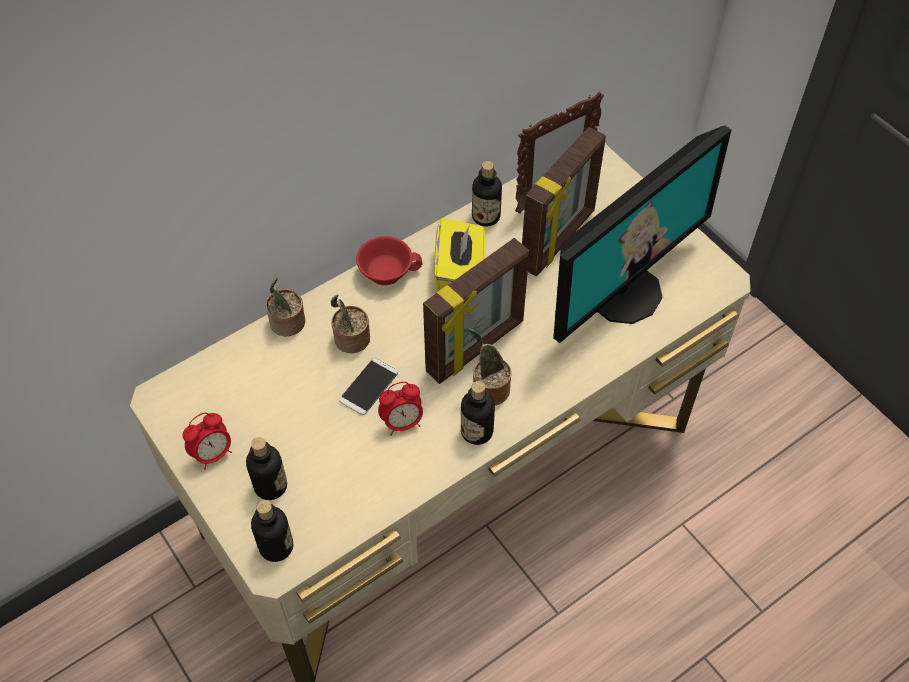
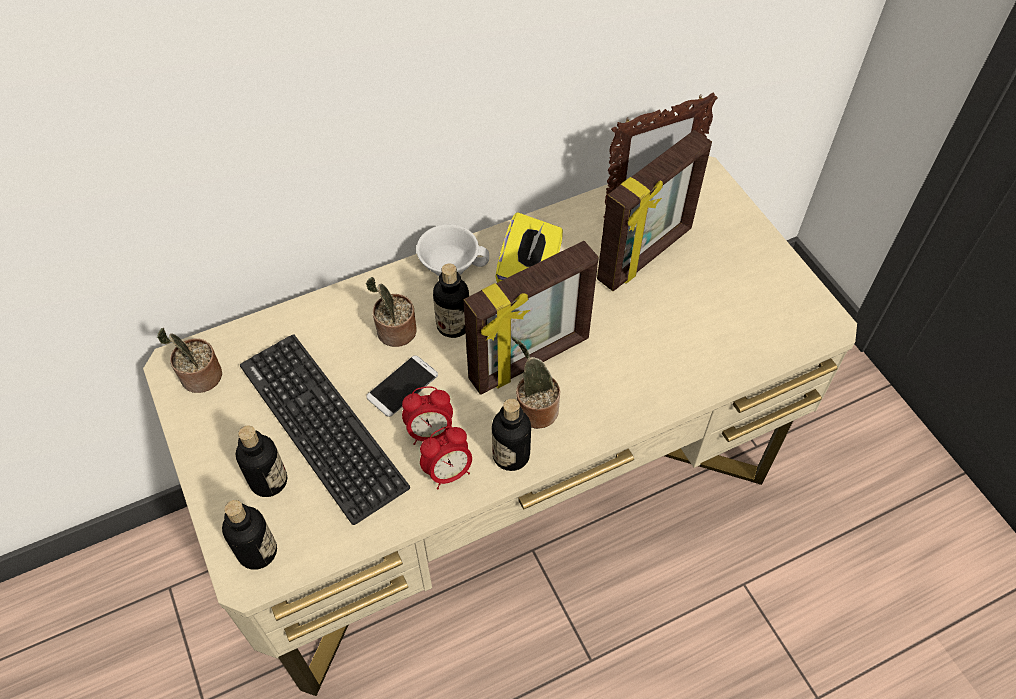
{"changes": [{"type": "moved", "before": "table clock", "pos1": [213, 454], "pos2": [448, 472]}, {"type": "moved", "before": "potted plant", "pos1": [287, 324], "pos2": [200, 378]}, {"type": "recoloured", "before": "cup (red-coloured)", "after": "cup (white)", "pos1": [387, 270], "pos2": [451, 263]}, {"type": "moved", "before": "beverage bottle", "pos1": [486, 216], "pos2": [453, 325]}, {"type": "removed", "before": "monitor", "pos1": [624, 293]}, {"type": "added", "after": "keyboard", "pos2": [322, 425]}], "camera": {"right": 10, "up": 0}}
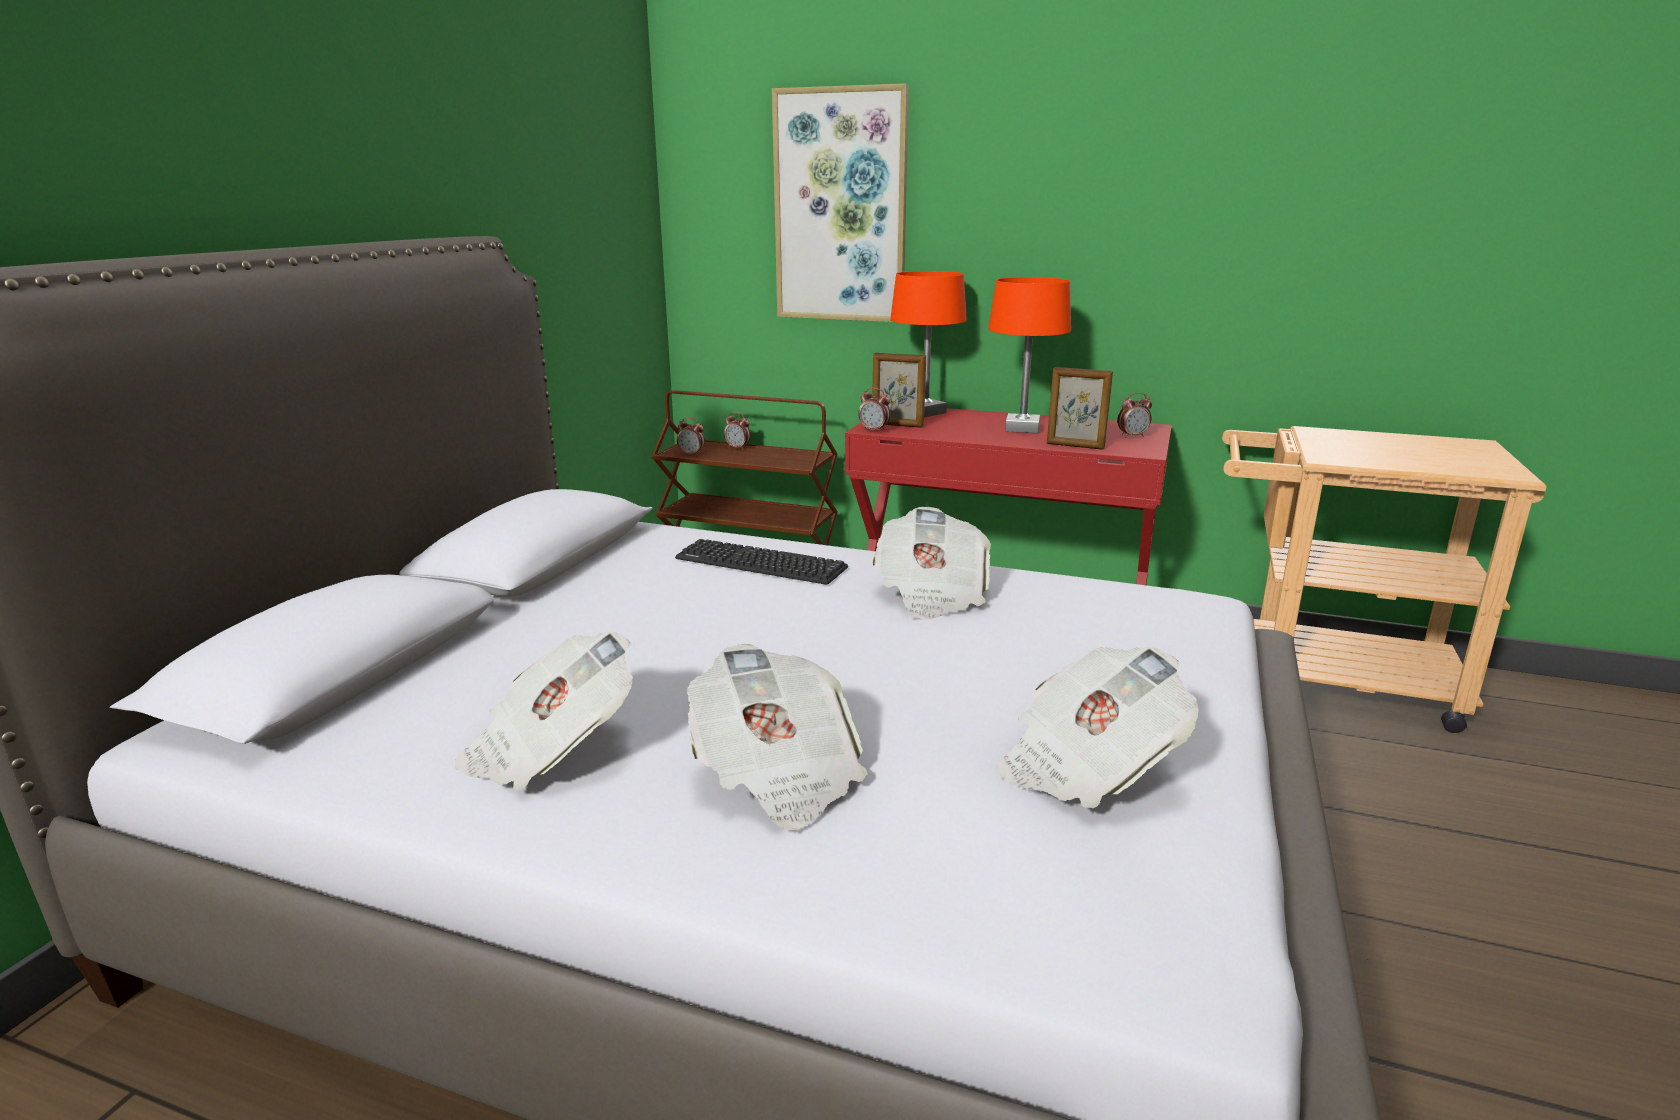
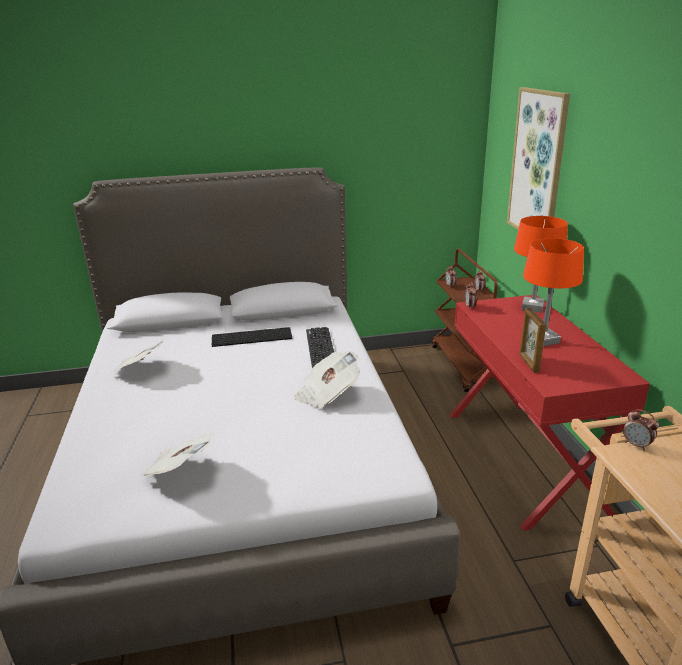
{"changes": [{"type": "removed", "before": "printed paper", "pos1": [778, 775]}, {"type": "removed", "before": "standing frame", "pos1": [897, 425]}, {"type": "moved", "before": "table clock", "pos1": [1132, 436], "pos2": [636, 445]}, {"type": "added", "after": "keyboard", "pos2": [252, 336]}], "camera": {"right": 60, "up": 5}}
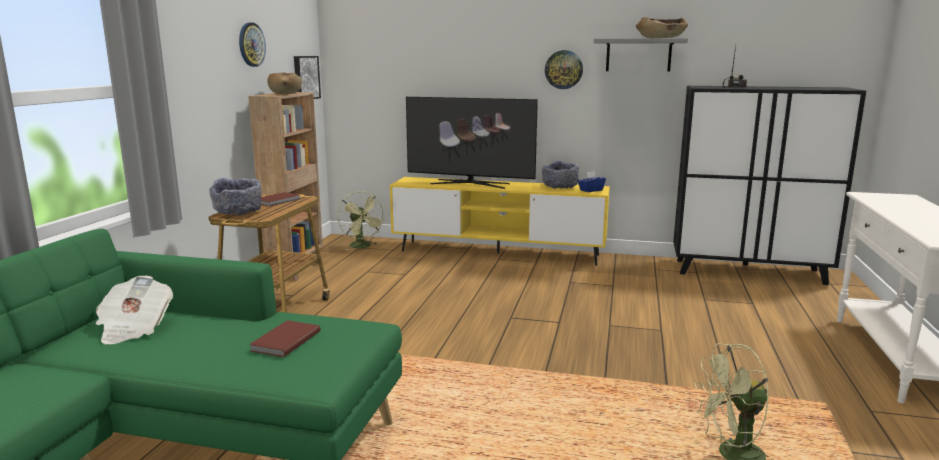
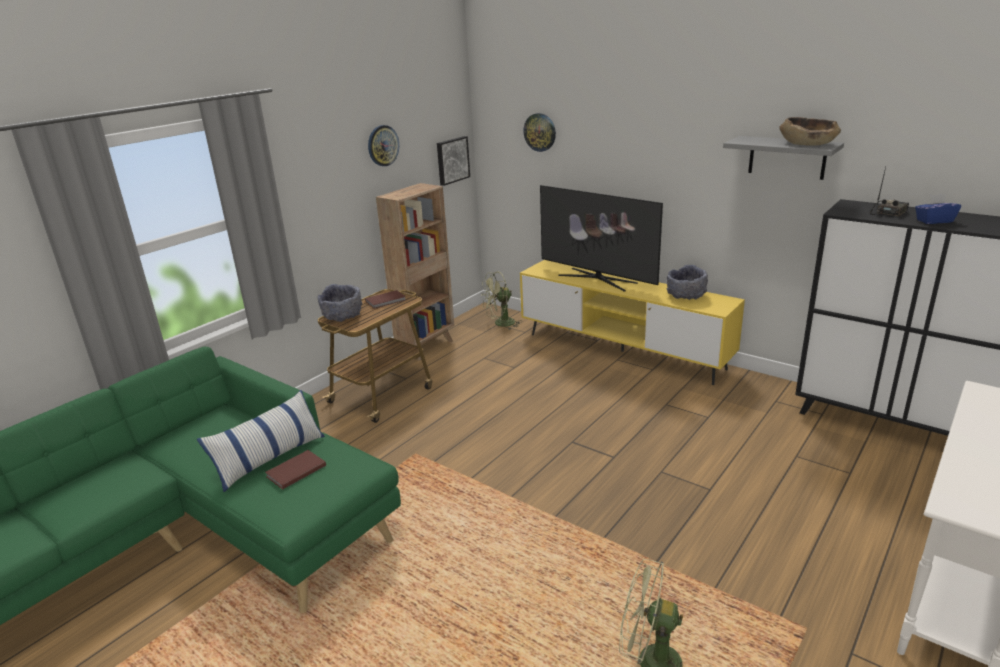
{"changes": [{"type": "removed", "before": "printed paper", "pos1": [134, 328]}, {"type": "removed", "before": "serving bowl (brownish)", "pos1": [285, 93]}, {"type": "turned", "before": "cooling fan (greenish)", "pos1": [362, 247], "pos2": [500, 324], "turn": 75}, {"type": "moved", "before": "hanging clock", "pos1": [563, 69], "pos2": [540, 132]}, {"type": "moved", "before": "box of tissues (bluish)", "pos1": [591, 190], "pos2": [934, 221]}, {"type": "added", "after": "throw pillow", "pos2": [270, 458]}], "camera": {"right": 25, "up": 10}}
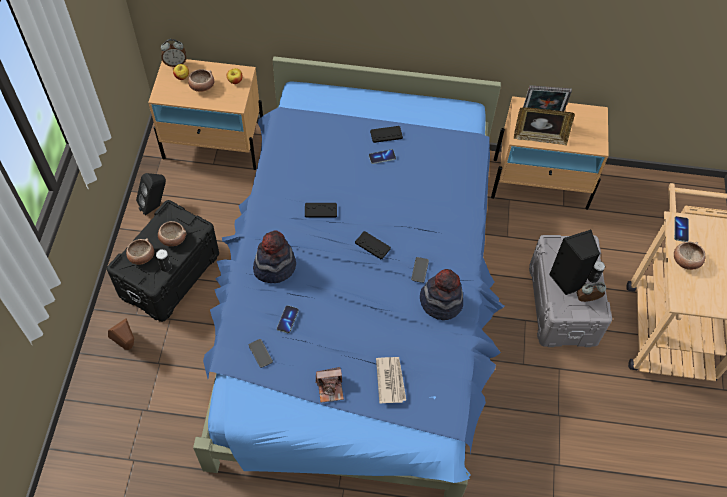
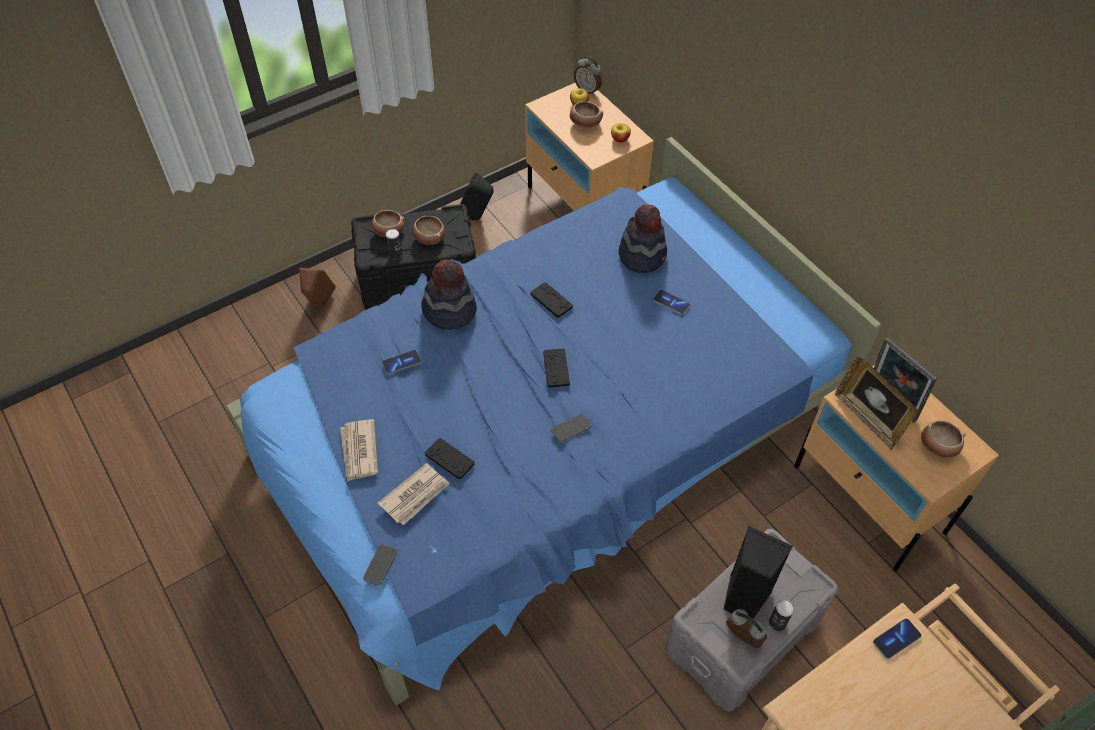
{"changes": [{"type": "moved", "before": "phone", "pos1": [260, 353], "pos2": [380, 565]}, {"type": "replaced", "before": "still camera", "after": "printed paper", "pos1": [330, 388], "pos2": [359, 451]}, {"type": "moved", "before": "joypad (black-coloured)", "pos1": [386, 134], "pos2": [449, 459]}, {"type": "moved", "before": "clothing hat", "pos1": [441, 302], "pos2": [642, 255]}, {"type": "moved", "before": "serving bowl", "pos1": [685, 261], "pos2": [937, 446]}], "camera": {"right": 50, "up": -5}}
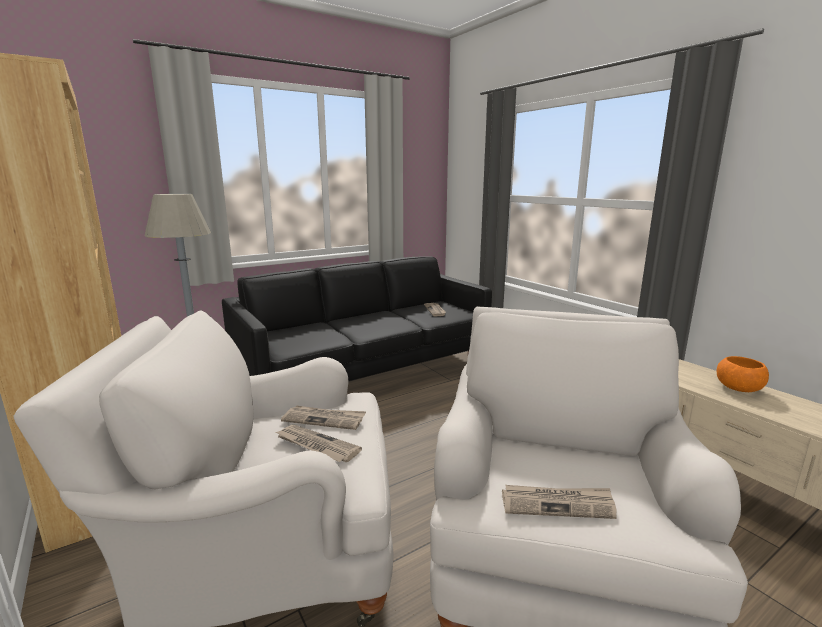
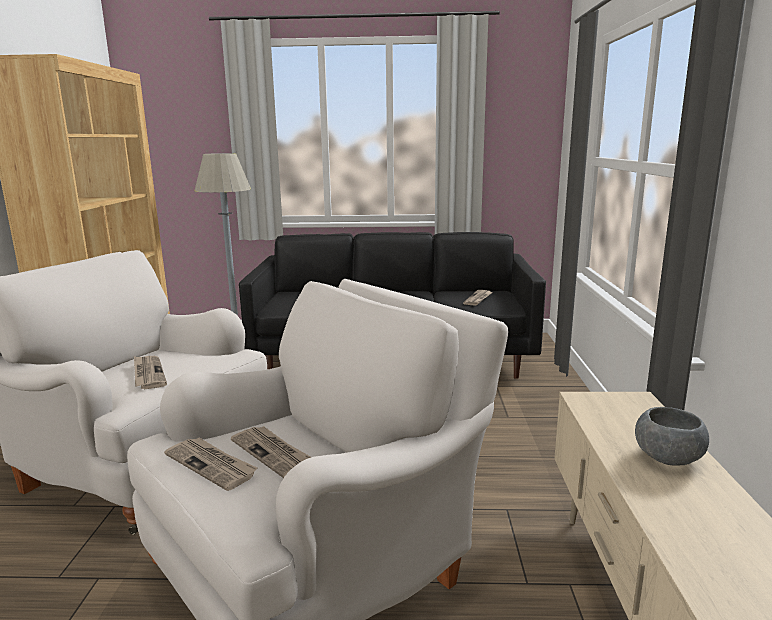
{"changes": [{"type": "moved", "before": "printed paper", "pos1": [324, 419], "pos2": [273, 453]}, {"type": "recoloured", "before": "serving bowl (orange)", "after": "serving bowl (gray)", "pos1": [738, 388], "pos2": [668, 458]}], "camera": {"right": 35, "up": 0}}
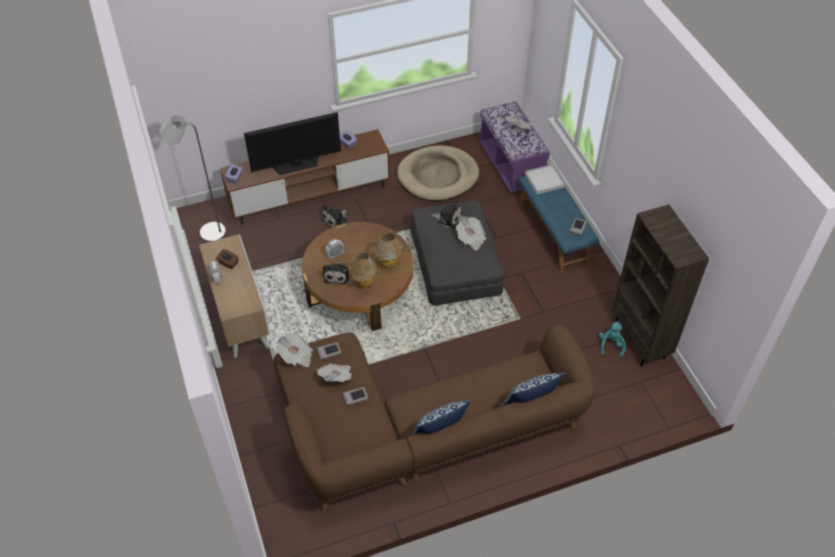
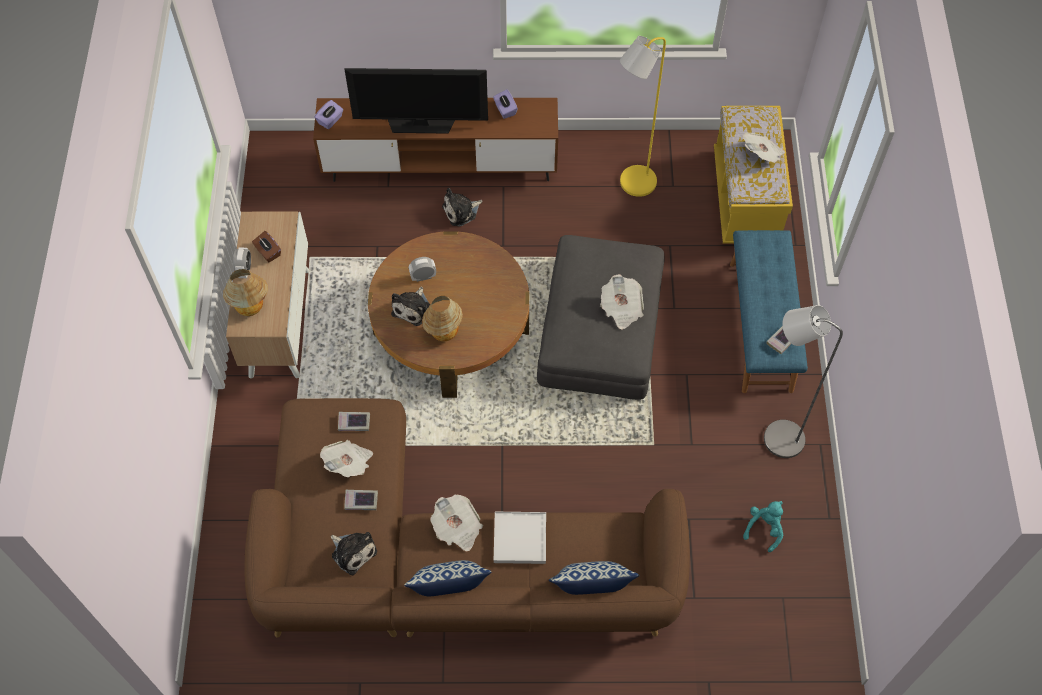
{"changes": [{"type": "moved", "before": "standing lamp (gray)", "pos1": [207, 232], "pos2": [776, 436]}, {"type": "moved", "before": "printed paper", "pos1": [296, 356], "pos2": [457, 528]}, {"type": "moved", "before": "table lamp", "pos1": [389, 264], "pos2": [251, 308]}, {"type": "replaced", "before": "dog bed (beige-coloured)", "after": "standing lamp (yellow)", "pos1": [438, 176], "pos2": [632, 185]}, {"type": "moved", "before": "plush toy", "pos1": [448, 218], "pos2": [352, 551]}, {"type": "recoloured", "before": "long seat (purple)", "after": "long seat (yellow)", "pos1": [511, 165], "pos2": [745, 198]}, {"type": "moved", "before": "tray (white)", "pos1": [544, 180], "pos2": [520, 539]}, {"type": "removed", "before": "bookshelf (brownish)", "pos1": [640, 341]}], "camera": {"right": 20, "up": 10}}
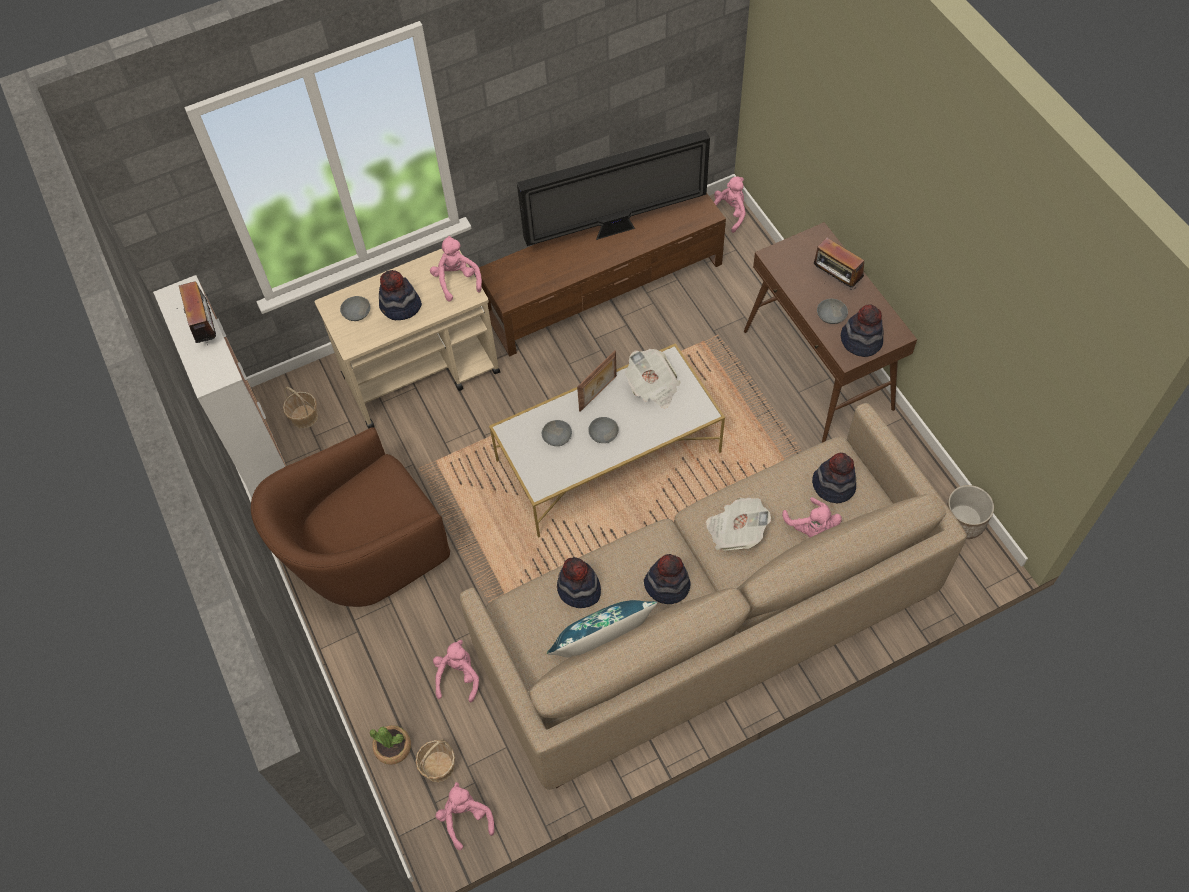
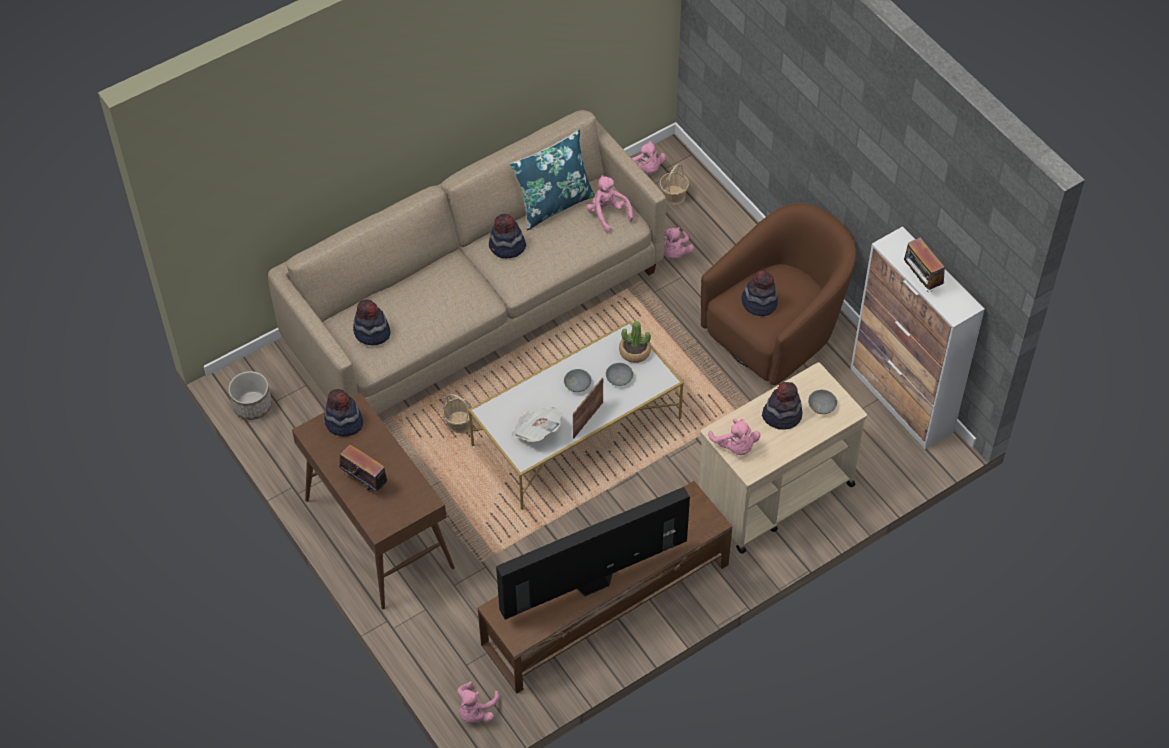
{"changes": [{"type": "moved", "before": "storage basket", "pos1": [304, 417], "pos2": [459, 422]}, {"type": "moved", "before": "potted plant", "pos1": [393, 747], "pos2": [634, 351]}, {"type": "moved", "before": "clothing hat", "pos1": [578, 590], "pos2": [759, 303]}, {"type": "removed", "before": "printed paper", "pos1": [735, 531]}, {"type": "moved", "before": "plush toy (pink)", "pos1": [812, 529], "pos2": [608, 214]}, {"type": "removed", "before": "serving bowl (gray)", "pos1": [832, 316]}], "camera": {"right": 170, "up": -5}}
